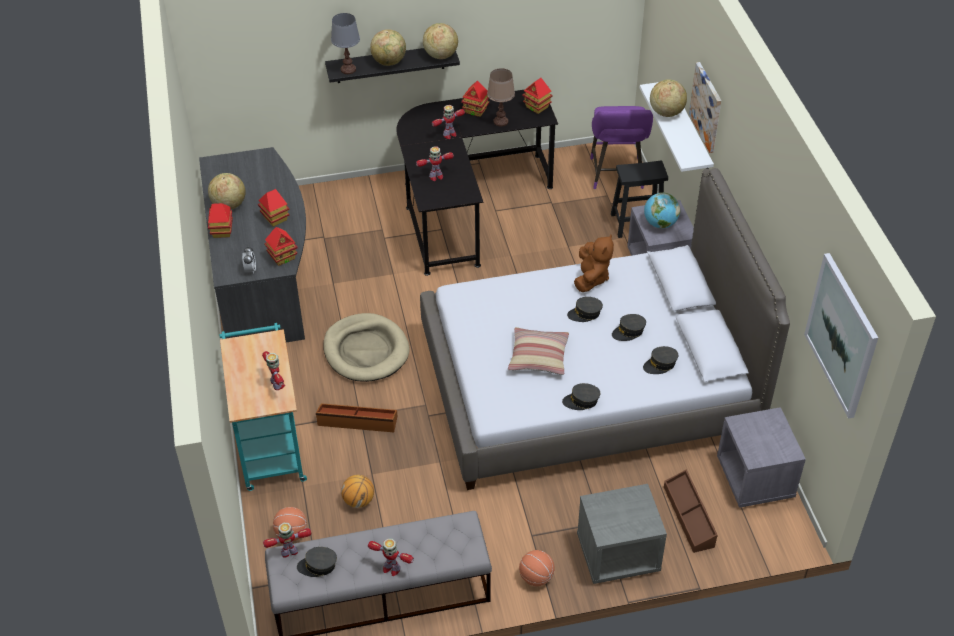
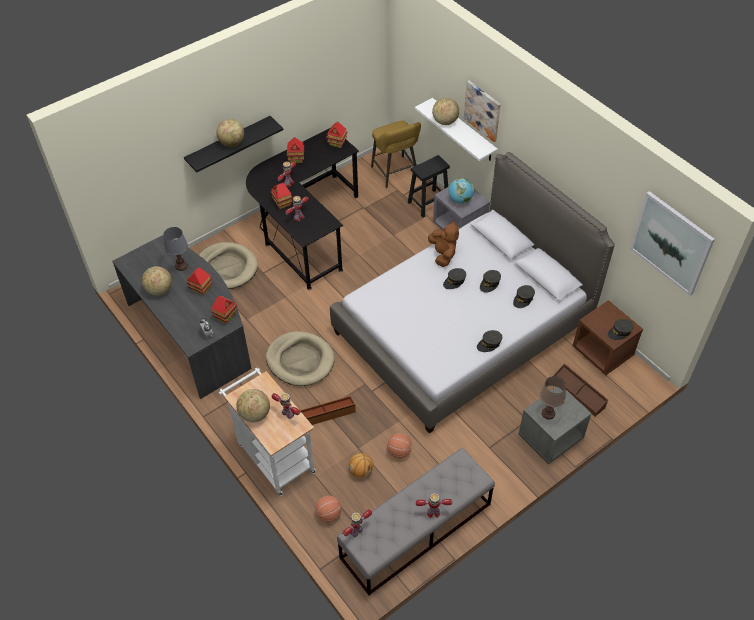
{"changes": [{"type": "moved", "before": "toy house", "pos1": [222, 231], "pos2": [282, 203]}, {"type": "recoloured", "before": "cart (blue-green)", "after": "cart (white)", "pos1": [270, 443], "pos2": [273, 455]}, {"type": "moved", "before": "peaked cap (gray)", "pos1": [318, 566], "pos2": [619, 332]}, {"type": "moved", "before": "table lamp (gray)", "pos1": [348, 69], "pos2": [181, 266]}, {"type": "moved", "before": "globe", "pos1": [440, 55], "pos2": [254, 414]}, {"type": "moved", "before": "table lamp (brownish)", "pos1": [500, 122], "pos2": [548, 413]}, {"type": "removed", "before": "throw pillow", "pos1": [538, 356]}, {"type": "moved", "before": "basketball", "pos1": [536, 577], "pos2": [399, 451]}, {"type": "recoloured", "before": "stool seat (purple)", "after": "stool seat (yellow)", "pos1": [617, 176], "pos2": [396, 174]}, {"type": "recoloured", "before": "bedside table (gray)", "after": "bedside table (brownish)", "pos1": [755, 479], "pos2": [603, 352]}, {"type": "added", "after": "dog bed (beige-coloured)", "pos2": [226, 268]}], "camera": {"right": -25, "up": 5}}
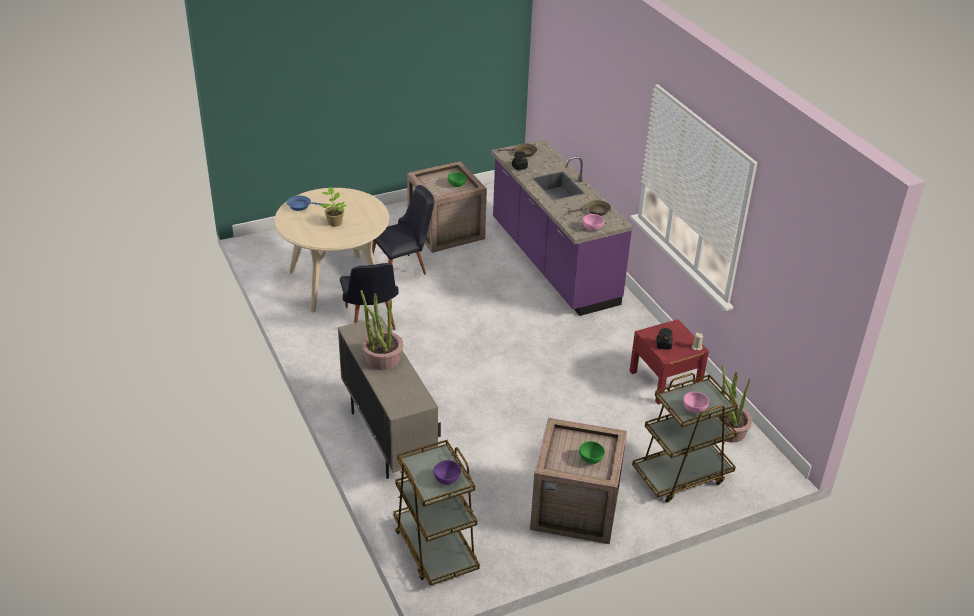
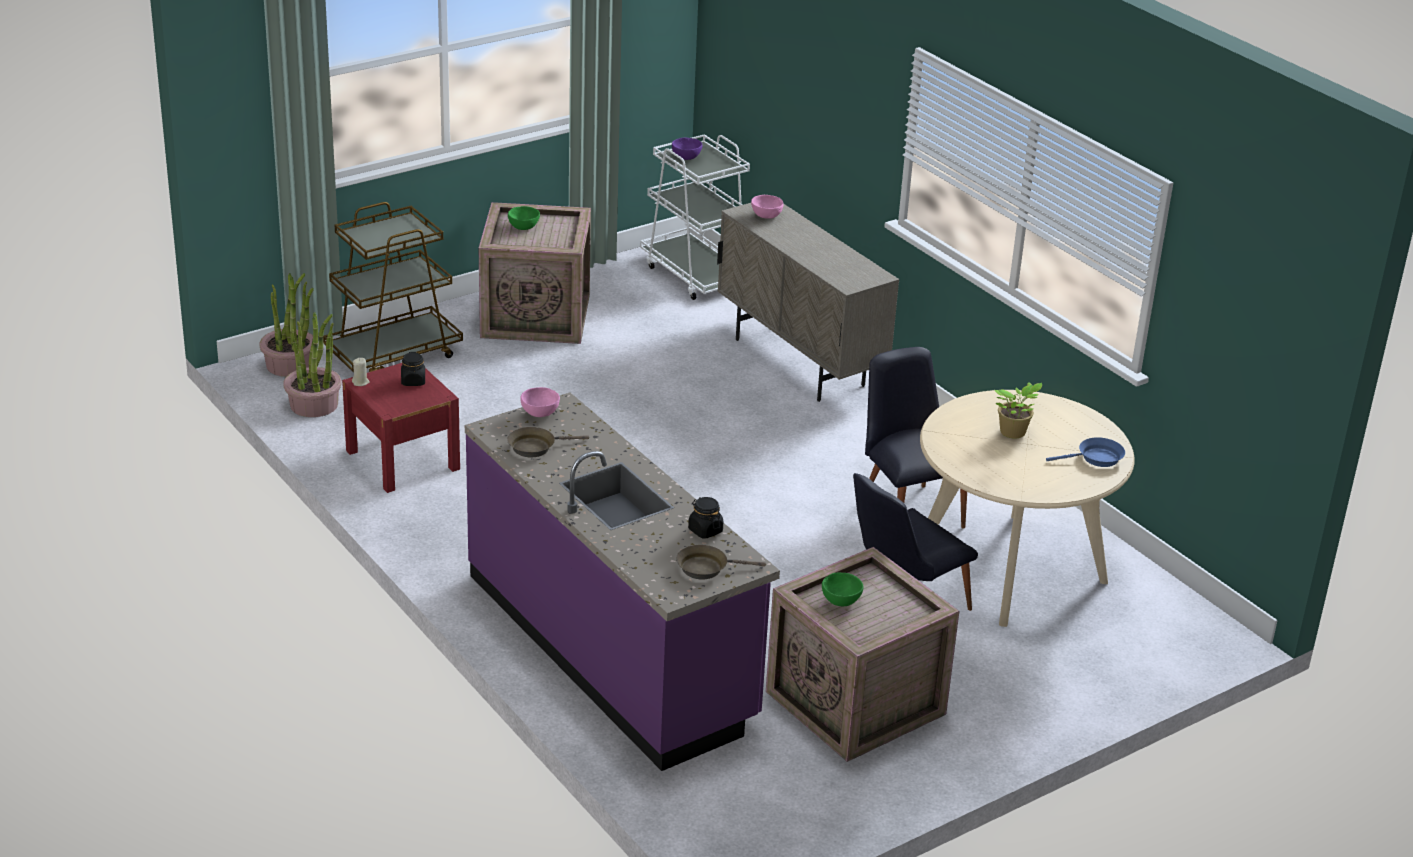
{"changes": [{"type": "moved", "before": "potted plant", "pos1": [382, 358], "pos2": [290, 365]}, {"type": "recoloured", "before": "cart (brownish)", "after": "cart (white)", "pos1": [435, 548], "pos2": [696, 274]}, {"type": "moved", "before": "serving bowl (pink)", "pos1": [694, 409], "pos2": [766, 216]}], "camera": {"right": 170, "up": -5}}
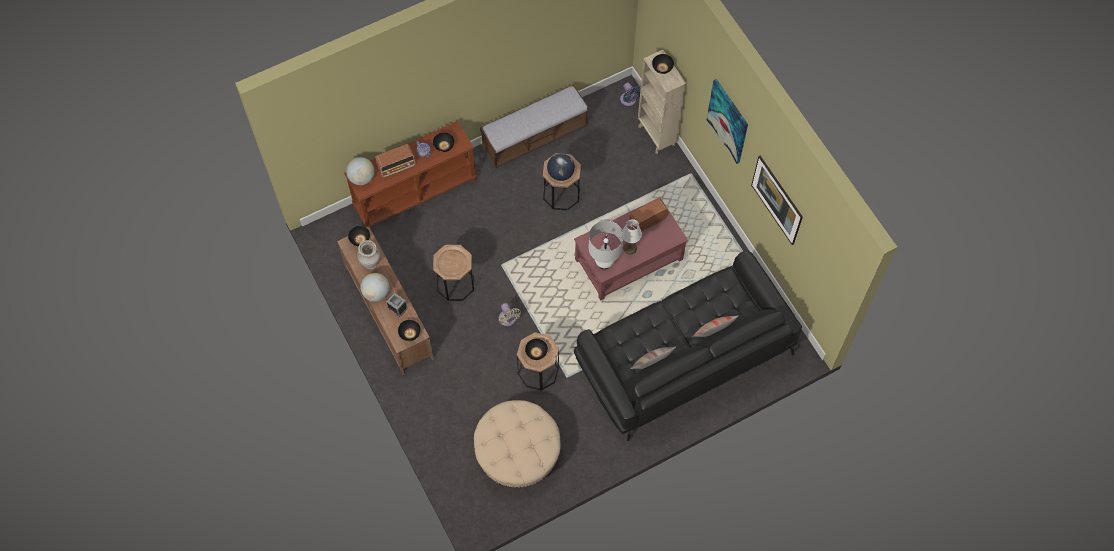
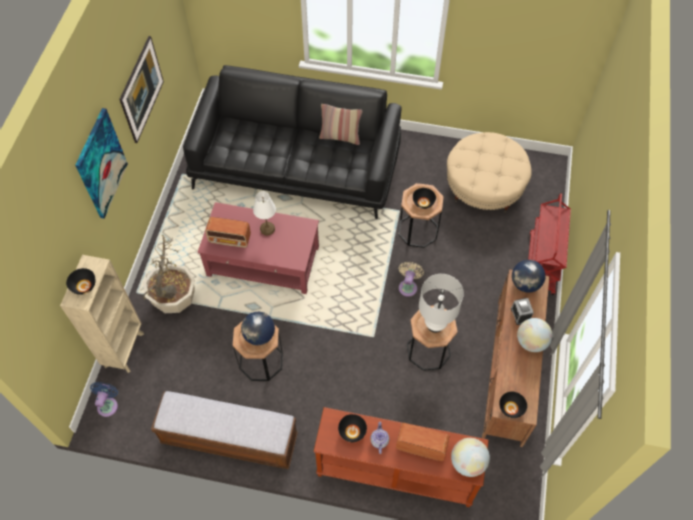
{"changes": [{"type": "removed", "before": "vase (beige-coloured)", "pos1": [371, 264]}, {"type": "replaced", "before": "serving bowl (black-coloured)", "after": "globe", "pos1": [409, 333], "pos2": [525, 284]}, {"type": "moved", "before": "table lamp (white)", "pos1": [604, 263], "pos2": [435, 325]}, {"type": "removed", "before": "throw pillow", "pos1": [713, 333]}, {"type": "added", "after": "potted plant", "pos2": [174, 299]}, {"type": "added", "after": "cart (red-coloured)", "pos2": [541, 264]}], "camera": {"right": -140, "up": -5}}
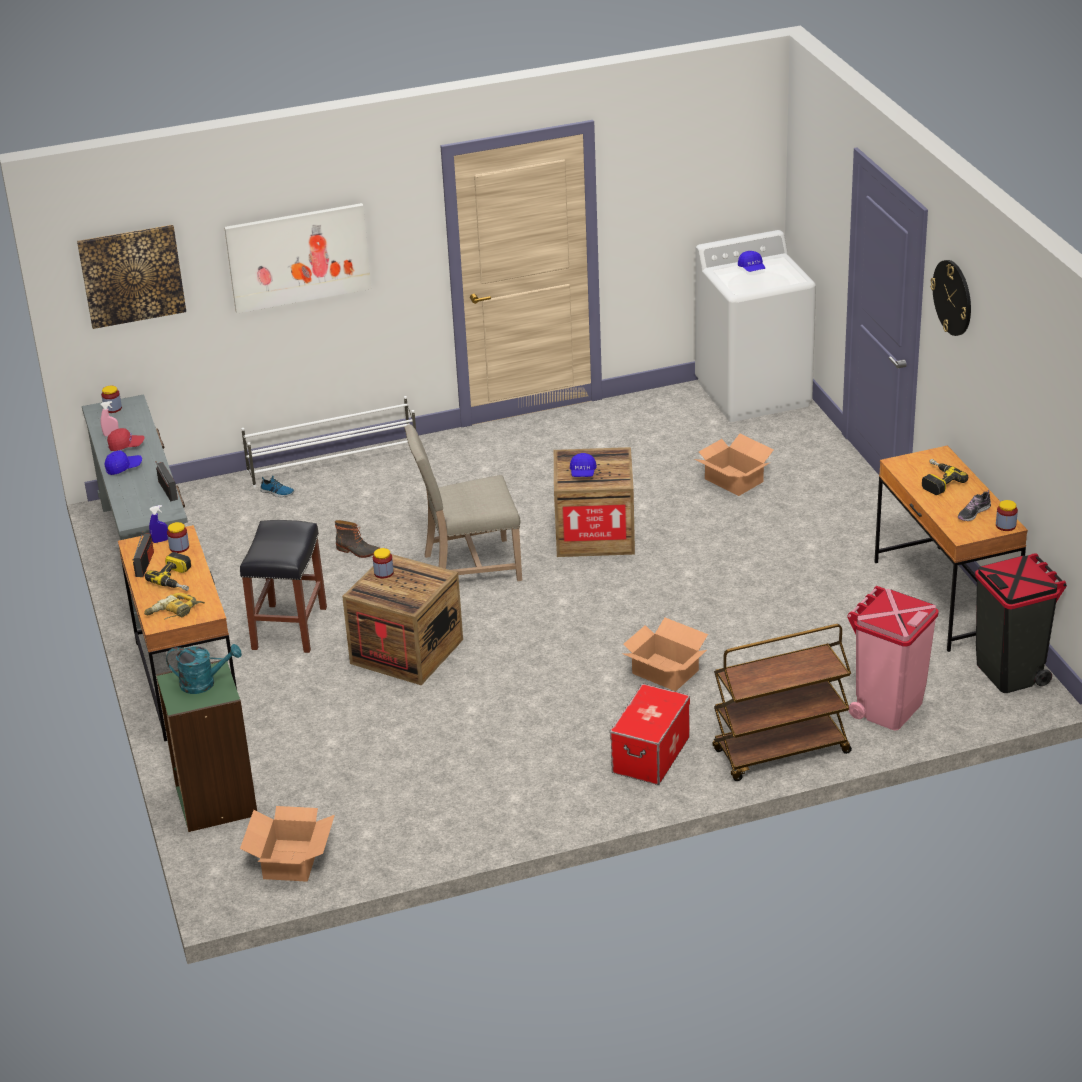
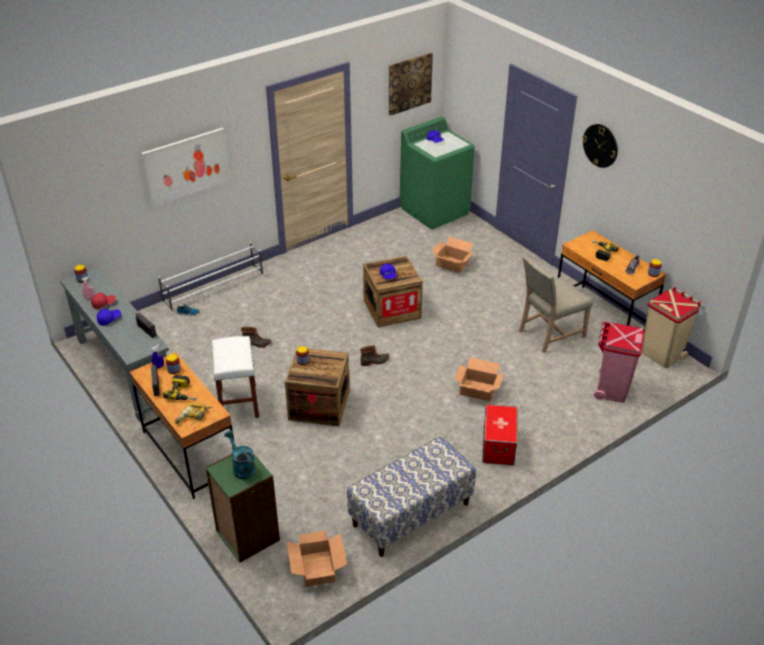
{"changes": [{"type": "moved", "before": "wall picture", "pos1": [132, 275], "pos2": [409, 83]}, {"type": "turned", "before": "sprinkling can (blue-green)", "pos1": [204, 683], "pos2": [242, 467], "turn": -105}, {"type": "recoloured", "before": "stool seat (black-coloured)", "after": "stool seat (white)", "pos1": [290, 629], "pos2": [239, 403]}, {"type": "moved", "before": "plain chair (beige-coloured)", "pos1": [469, 566], "pos2": [549, 333]}, {"type": "recoloured", "before": "laundry machine (white)", "after": "laundry machine (greenish)", "pos1": [754, 393], "pos2": [435, 211]}, {"type": "removed", "before": "cart (brownish)", "pos1": [780, 752]}, {"type": "recoloured", "before": "waste bin (black-coloured)", "after": "waste bin (beige-coloured)", "pos1": [1010, 672], "pos2": [661, 355]}, {"type": "added", "after": "long seat", "pos2": [411, 515]}, {"type": "added", "after": "tall boot", "pos2": [375, 361]}], "camera": {"right": -20, "up": 5}}
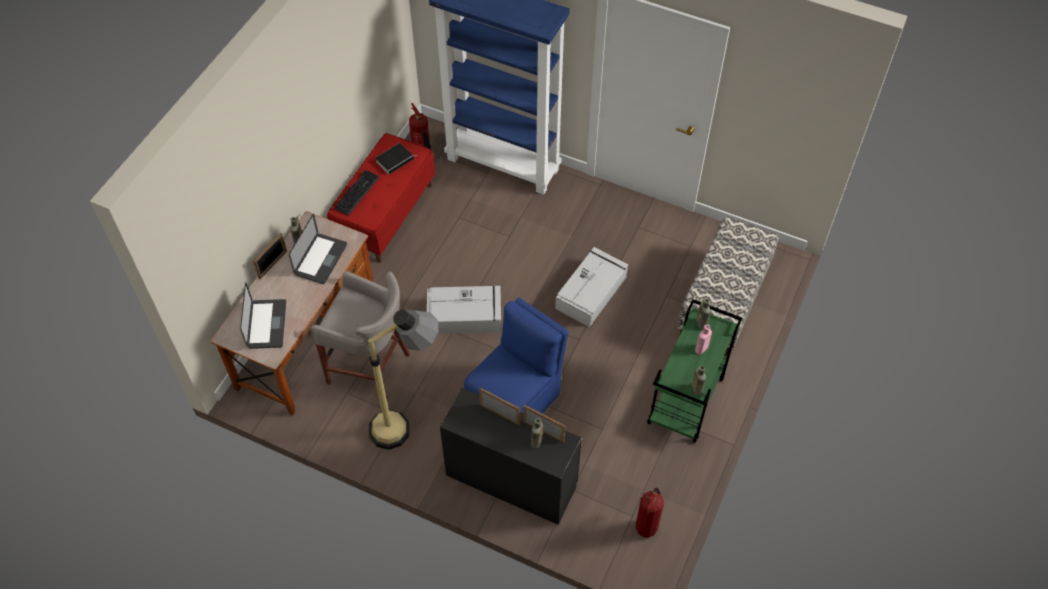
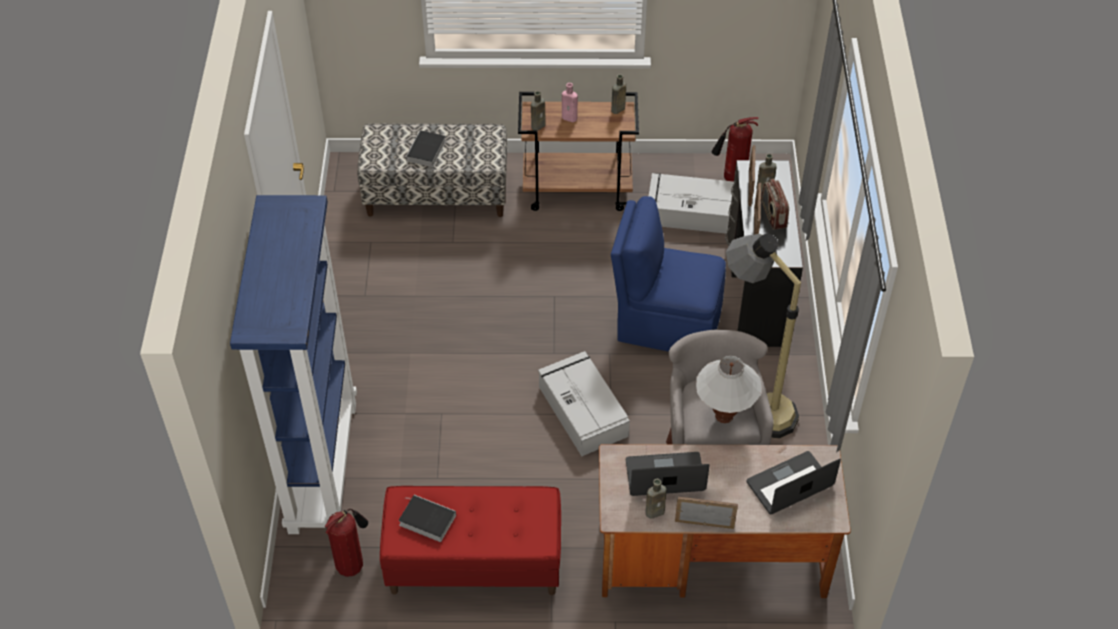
{"changes": [{"type": "removed", "before": "keyboard", "pos1": [356, 192]}, {"type": "moved", "before": "storage container (gray)", "pos1": [591, 292], "pos2": [689, 212]}, {"type": "recoloured", "before": "cart (greenish)", "after": "cart (brownish)", "pos1": [686, 401], "pos2": [578, 190]}, {"type": "added", "after": "bound book", "pos2": [426, 152]}, {"type": "added", "after": "table lamp (white)", "pos2": [723, 416]}, {"type": "added", "after": "radio receiver", "pos2": [773, 215]}], "camera": {"right": -115, "up": -5}}
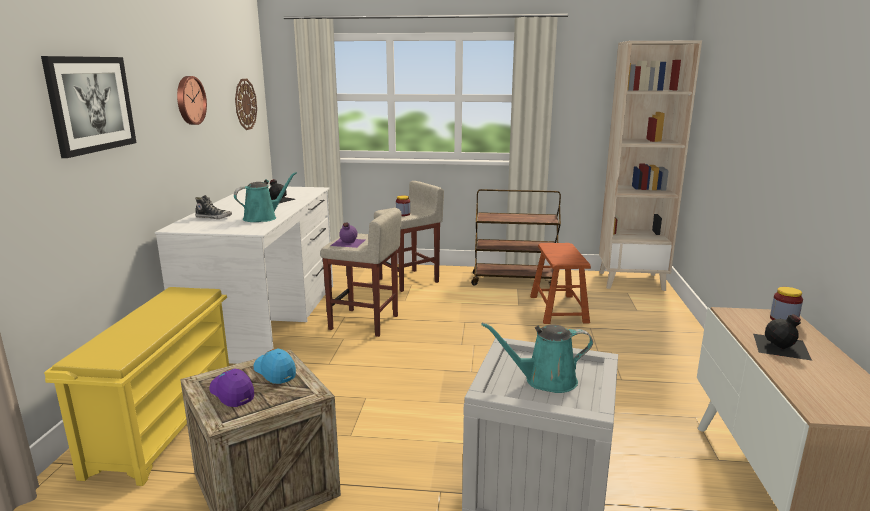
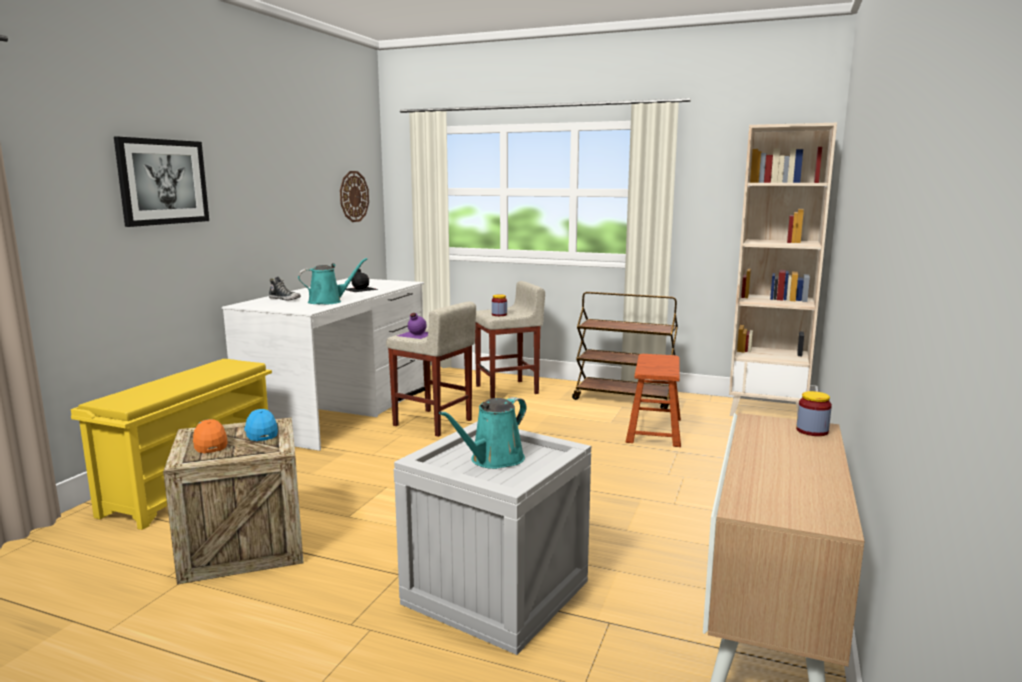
{"changes": [{"type": "removed", "before": "hanging clock", "pos1": [189, 100]}, {"type": "recoloured", "before": "peaked cap (purple)", "after": "peaked cap (orange)", "pos1": [232, 393], "pos2": [210, 443]}, {"type": "turned", "before": "sprinkling can (blue-green)", "pos1": [545, 380], "pos2": [493, 460], "turn": -60}, {"type": "removed", "before": "beverage bottle (black-coloured)", "pos1": [782, 346]}], "camera": {"right": 15, "up": -5}}
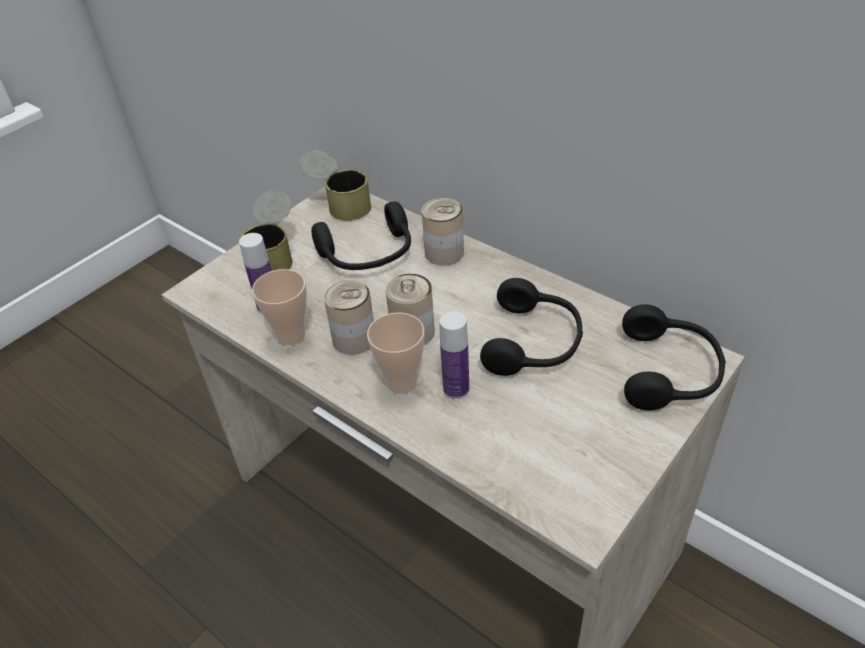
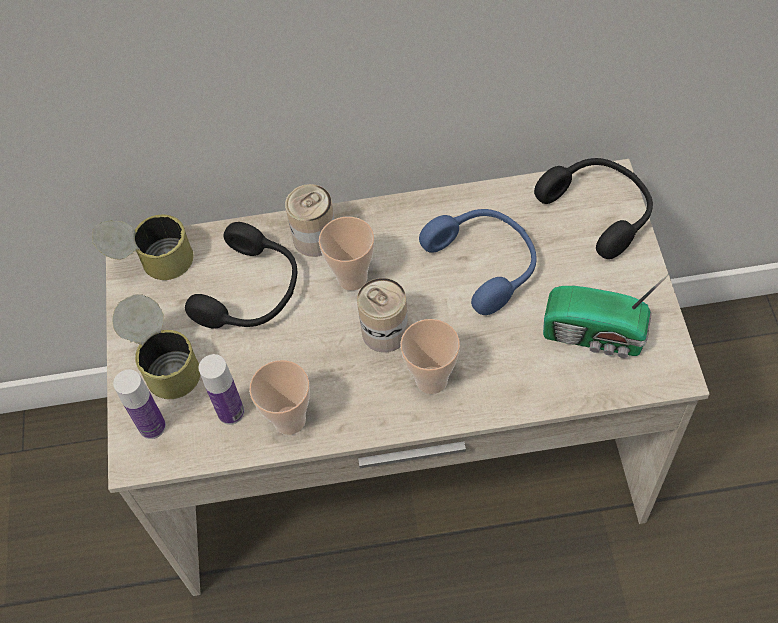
{"changes": [{"type": "removed", "before": "sealed can", "pos1": [354, 338]}, {"type": "moved", "before": "beverage bottle", "pos1": [456, 389], "pos2": [152, 426]}, {"type": "recoloured", "before": "pair of headphones (black-coloured)", "after": "pair of headphones (bluish)", "pos1": [534, 343], "pos2": [485, 263]}, {"type": "added", "after": "cup", "pos2": [352, 278]}, {"type": "added", "after": "radio receiver", "pos2": [596, 336]}], "camera": {"right": -45, "up": 15}}
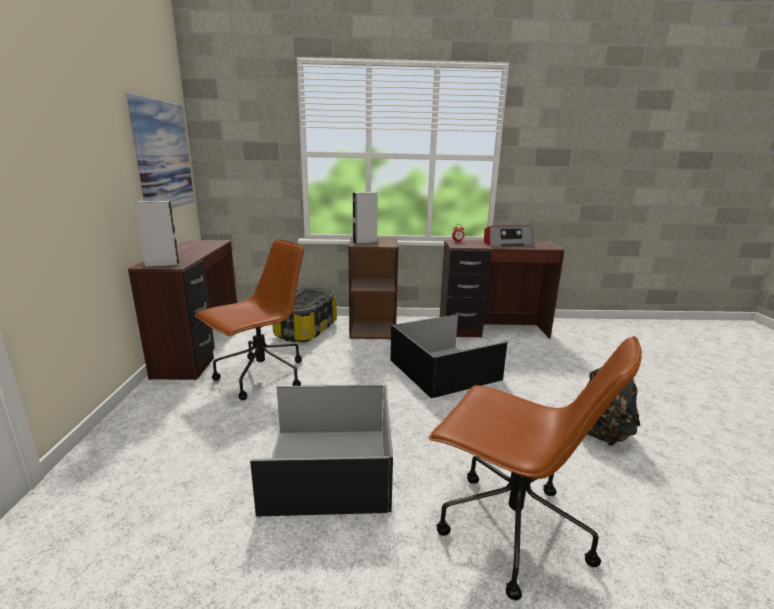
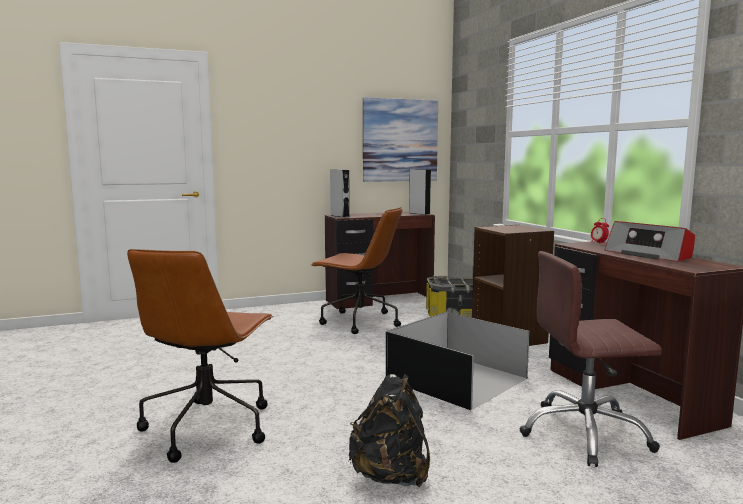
{"changes": [{"type": "removed", "before": "storage container (black-coloured)", "pos1": [328, 466]}, {"type": "moved", "before": "speaker (gray)", "pos1": [365, 242], "pos2": [419, 213]}, {"type": "added", "after": "computer chair (brownish)", "pos2": [585, 434]}], "camera": {"right": 70, "up": -10}}
